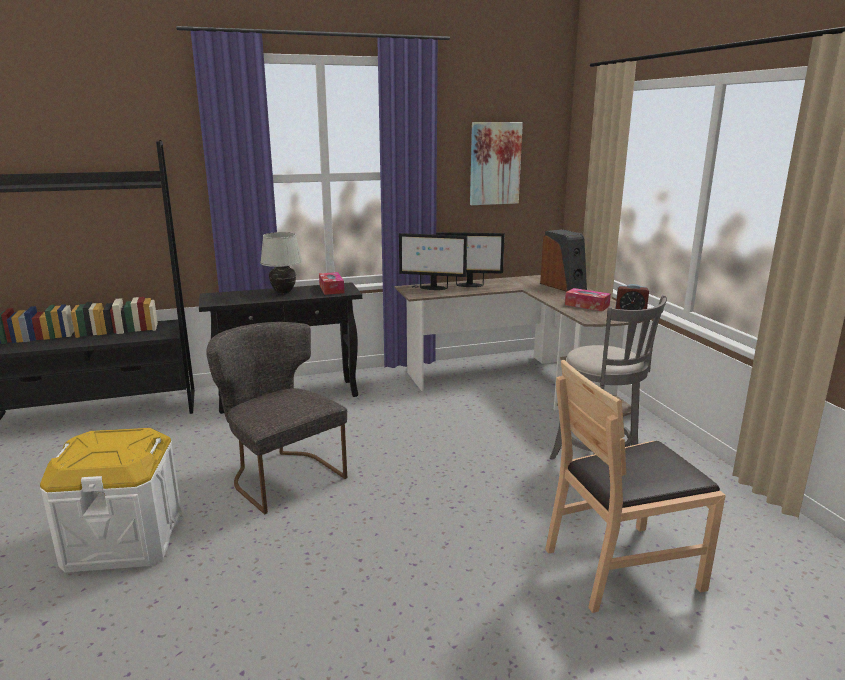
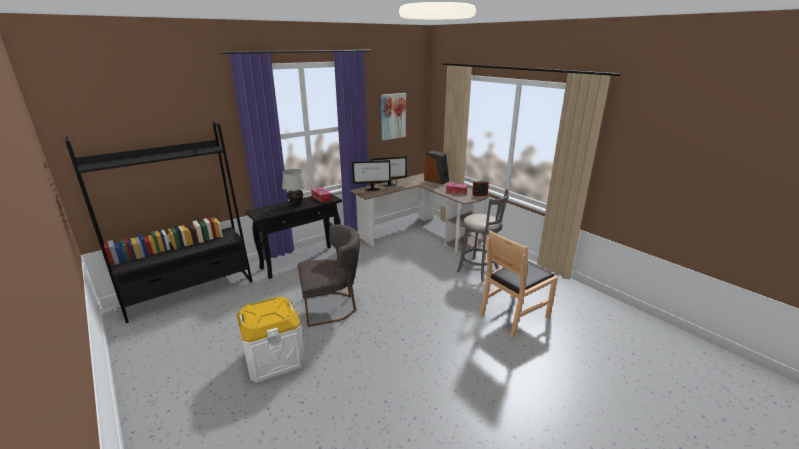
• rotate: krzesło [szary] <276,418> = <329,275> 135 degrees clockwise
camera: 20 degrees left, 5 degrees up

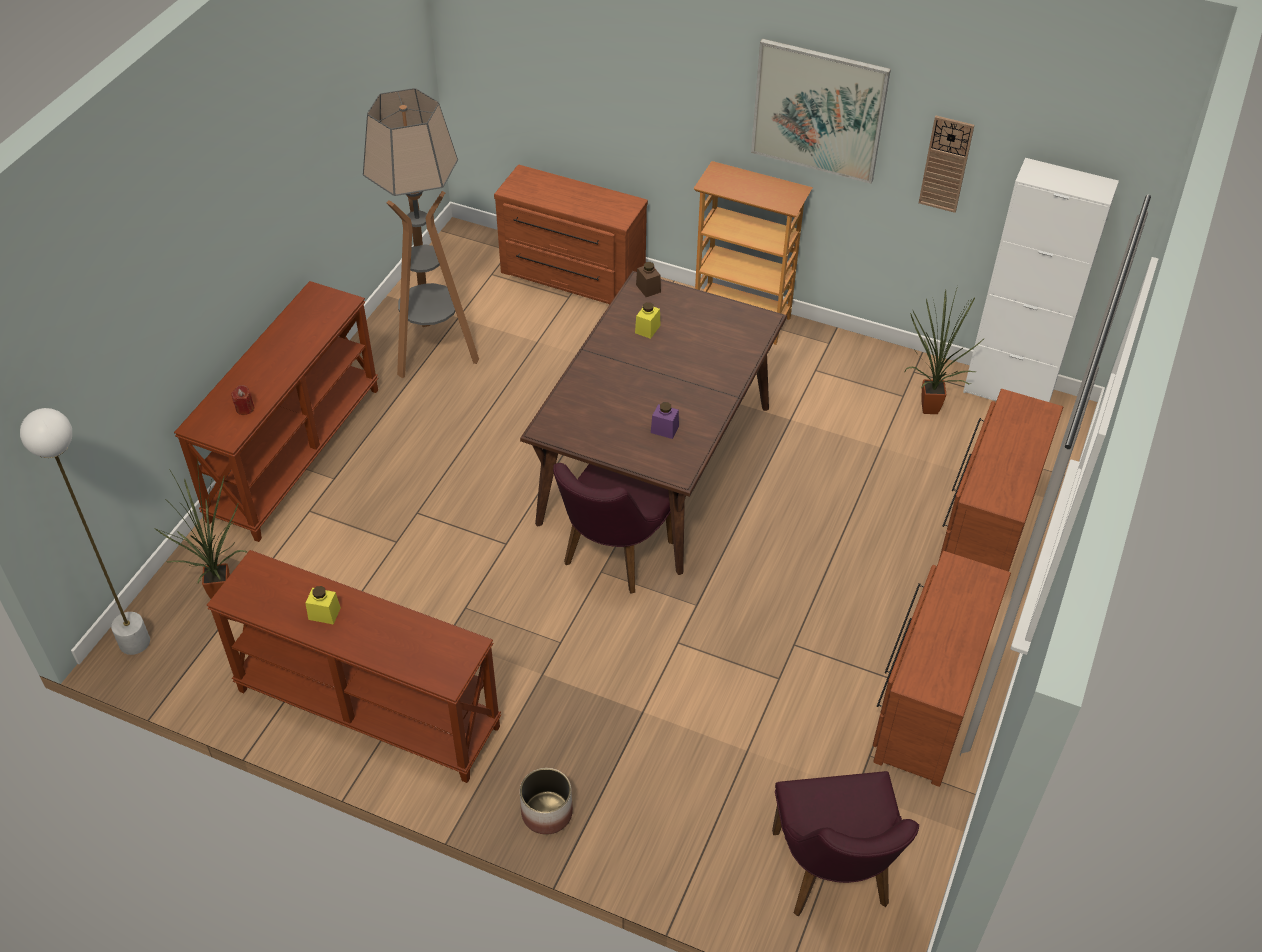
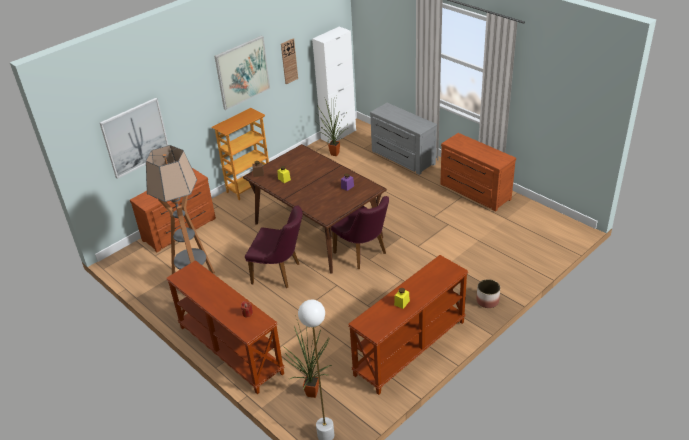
• insert: obraz <134,138>
• move: krzesło [fioletowy] <845,844> to <274,247>
• recolor: komoda [brązowy] <1001,480> to komoda [szary] <403,139>
camera: 65 degrees left, 10 degrees down

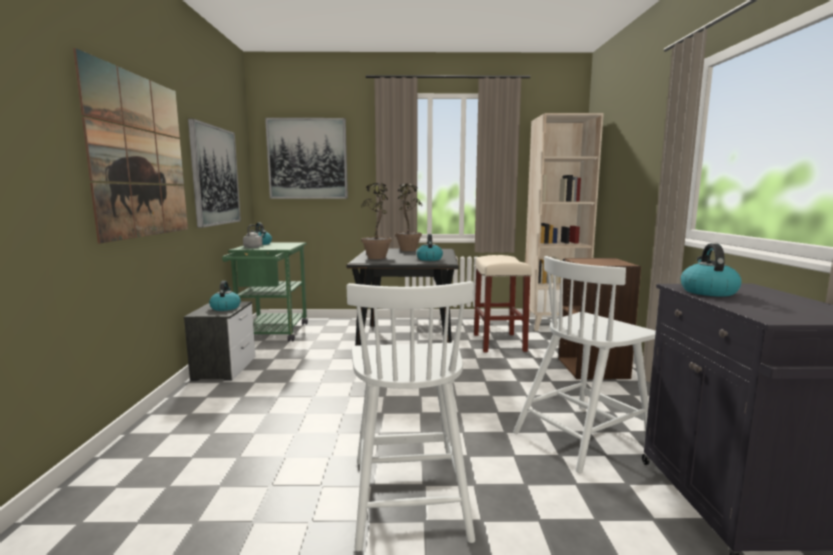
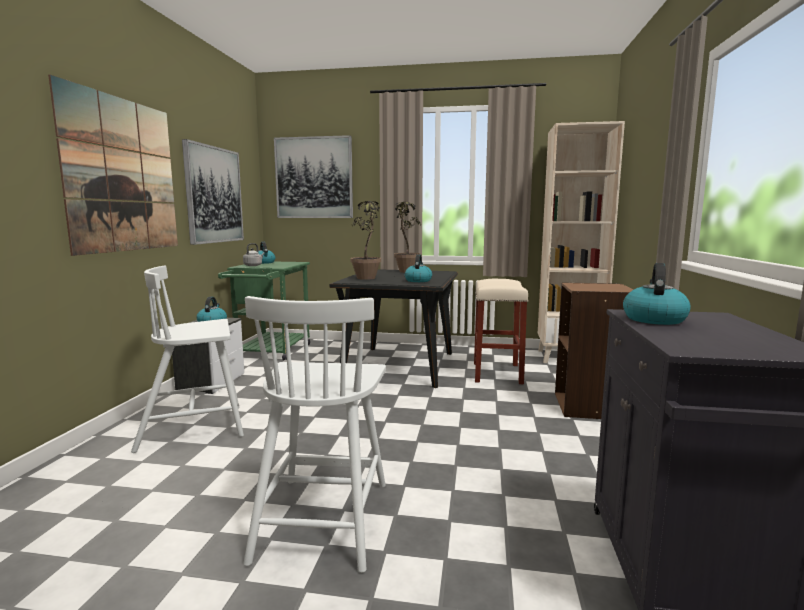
• move: krzesło [biały] <584,364> to <187,359>
camera: 10 degrees right, 0 degrees up

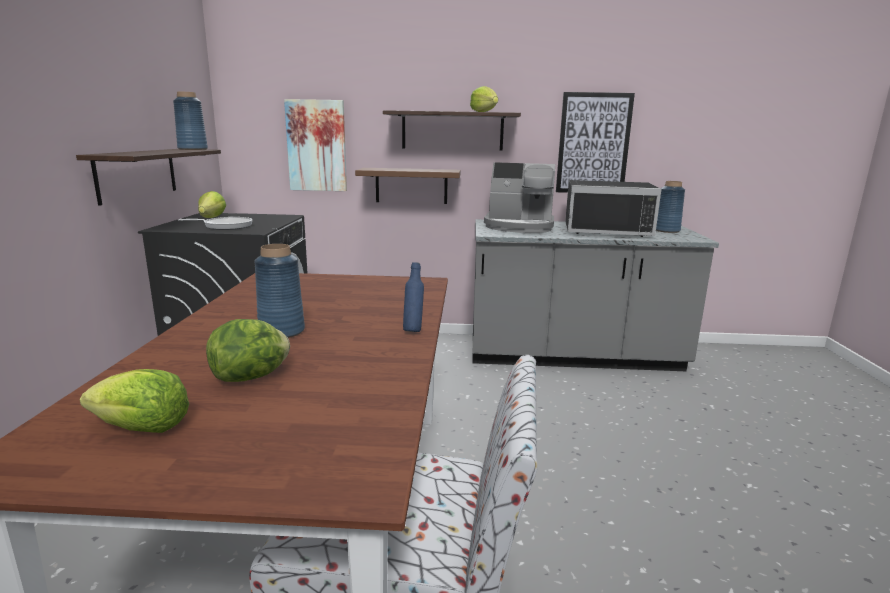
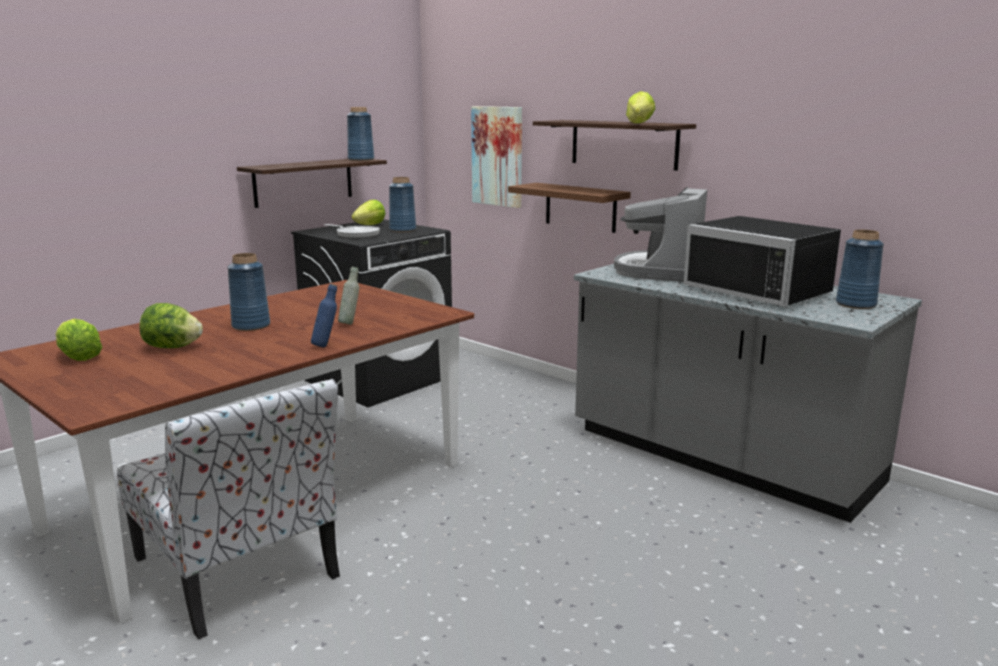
• insert: butelka [szary] <348,296>
• insert: wazon [niebieski] <402,204>
• rotate: ekspres do kawy <519,197> = <660,234> 60 degrees clockwise
• delete: obraz <595,142>
camera: 40 degrees right, 0 degrees up

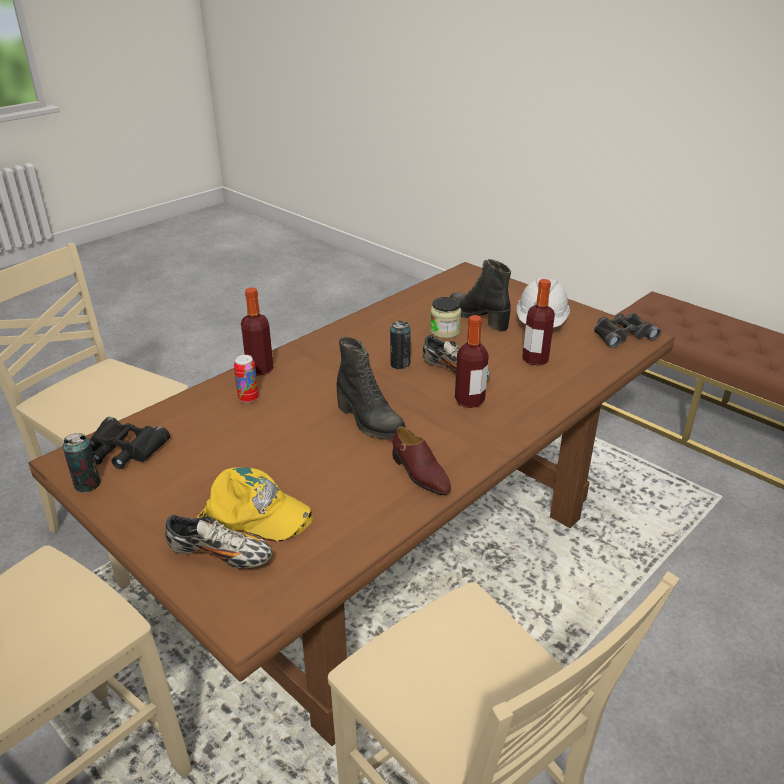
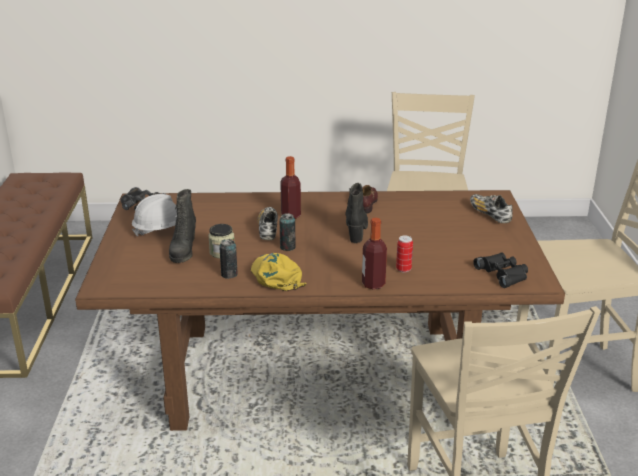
• move: puszka <82,462> to <228,259>
• move: czapka z daszkiem [żółty] <255,504> to <279,272>
• delete: butelka <538,322>
camera: 135 degrees left, 5 degrees down

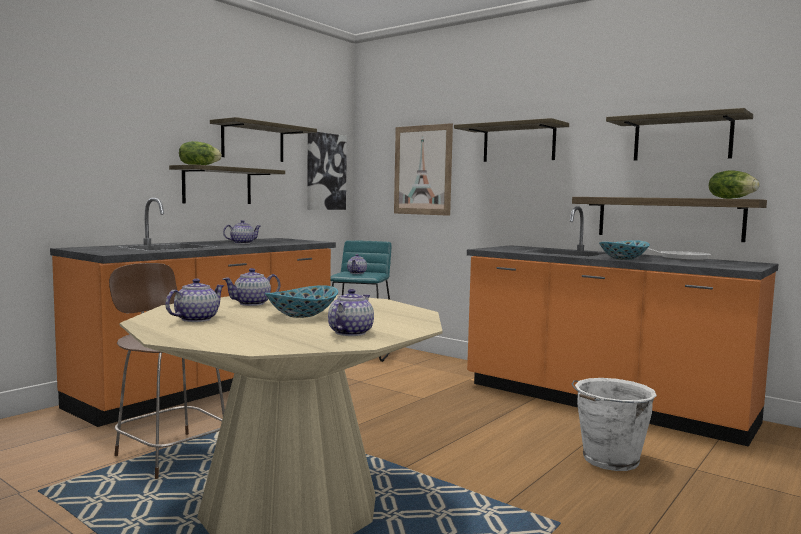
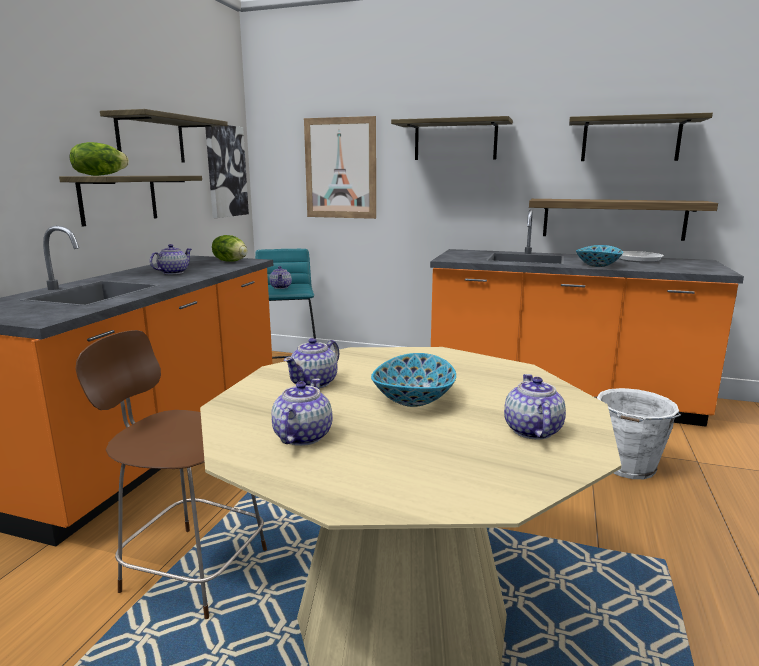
• move: sałata <734,184> to <230,248>
camera: 20 degrees left, 10 degrees up

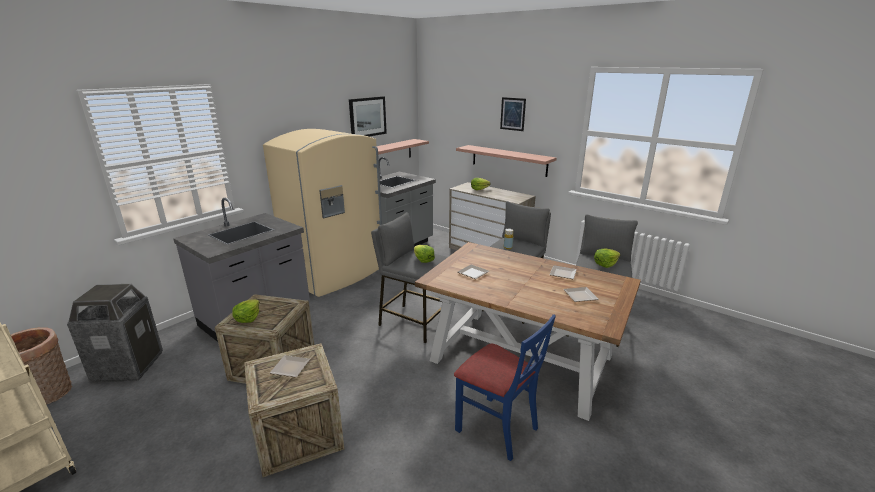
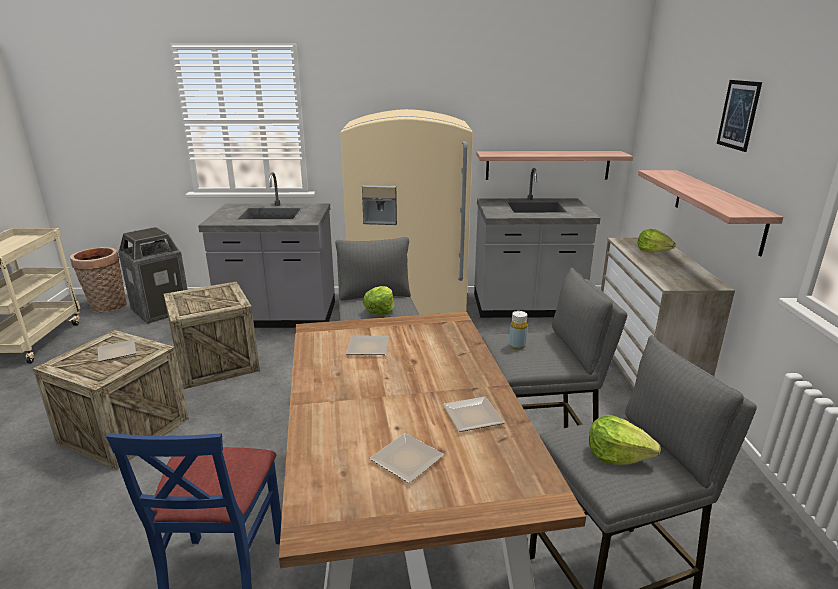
• delete: sałata <246,311>
• delete: obraz <368,116>
camera: 50 degrees right, 0 degrees up

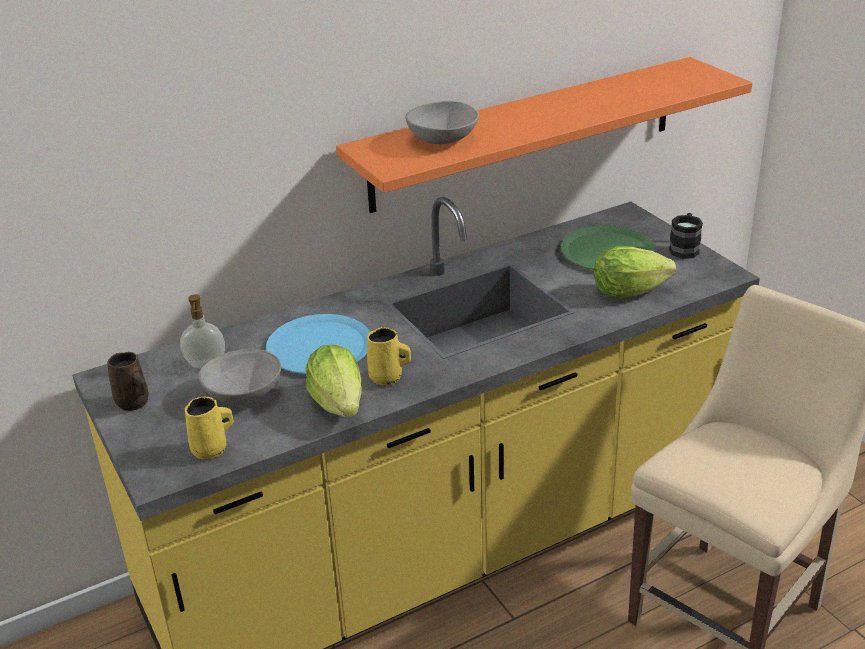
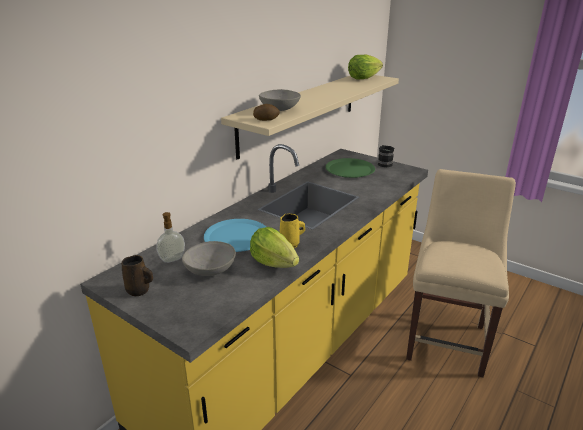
• recolor: półka [pomarańczowy] <544,135> to półka [beżowy] <310,117>
• insert: ziemniak <266,112>
• move: sałata <635,272> to <365,67>
• delete: kubek [żółty] <209,427>
camera: 25 degrees left, 5 degrees down

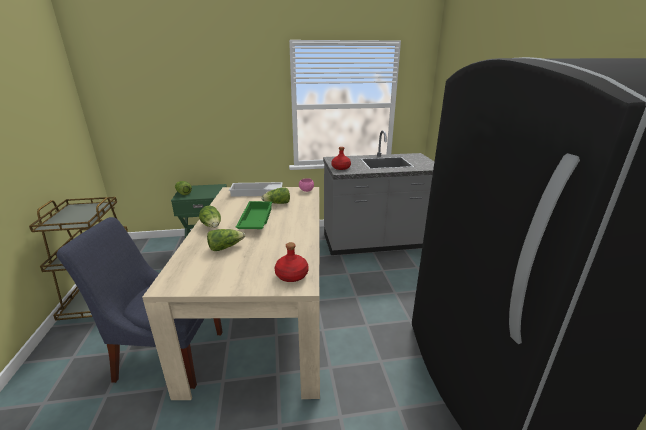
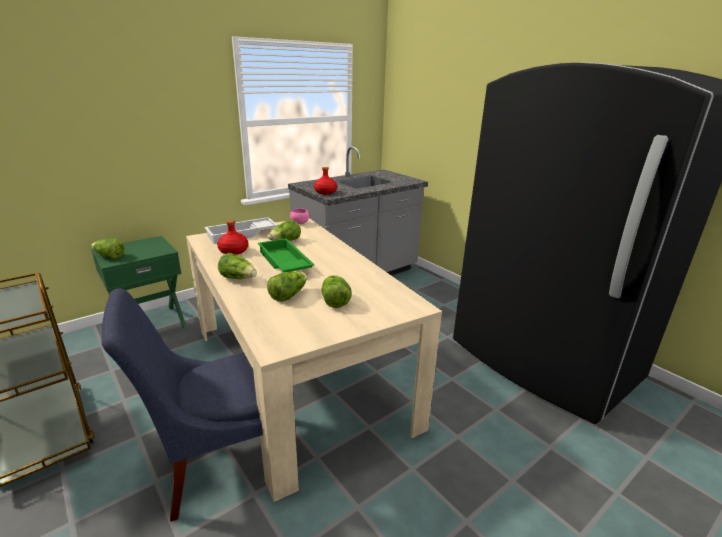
• move: butelka [czerwony] <291,262> to <233,237>
• insert: sałata <336,291>
camera: 30 degrees left, 0 degrees up

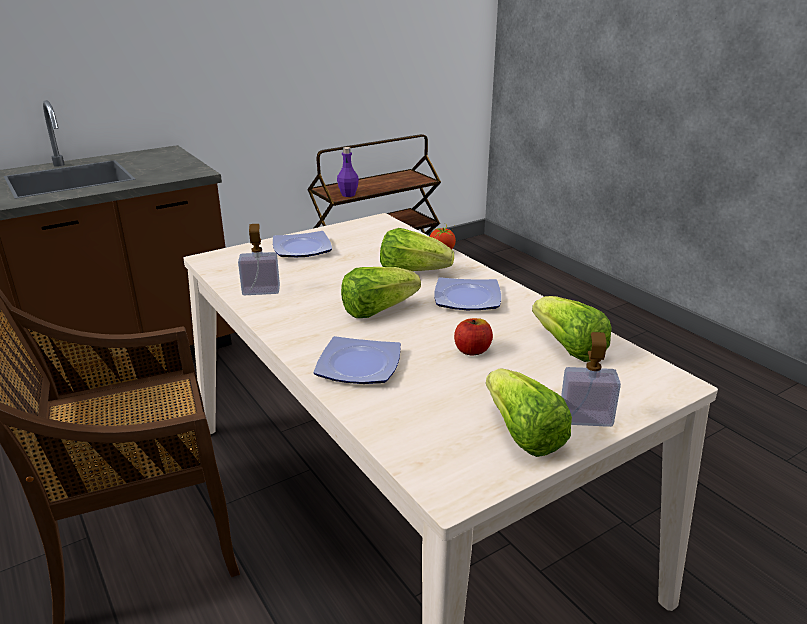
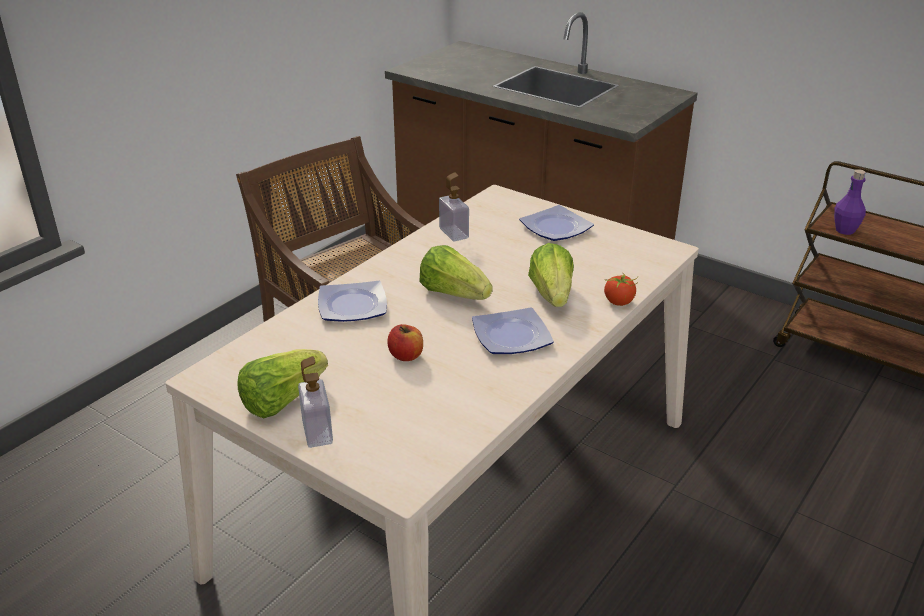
• delete: sałata <571,329>
camera: 70 degrees right, 5 degrees up

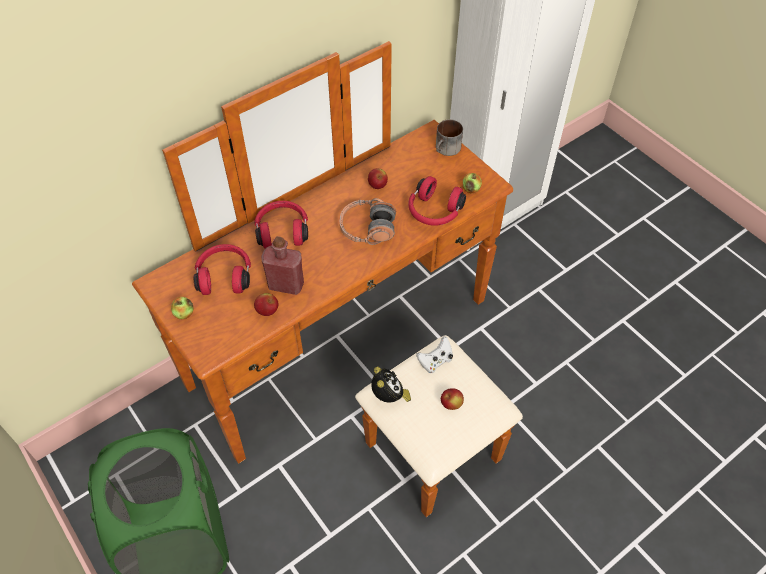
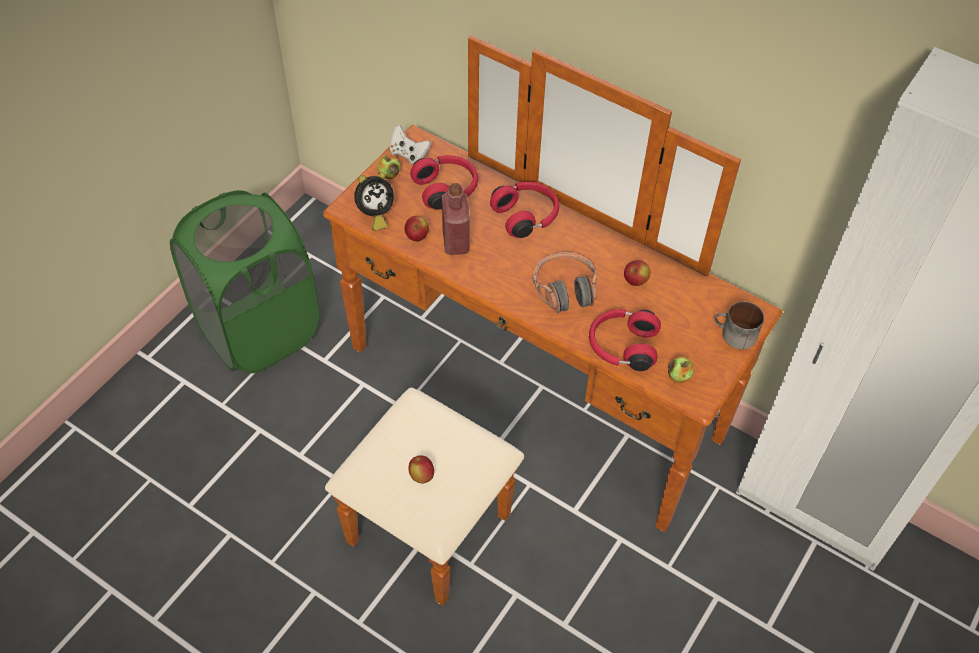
• move: budzik <391,385> to <374,201>
• move: pad do gier [biały] <434,354> to <410,145>
camera: 70 degrees right, 0 degrees up

